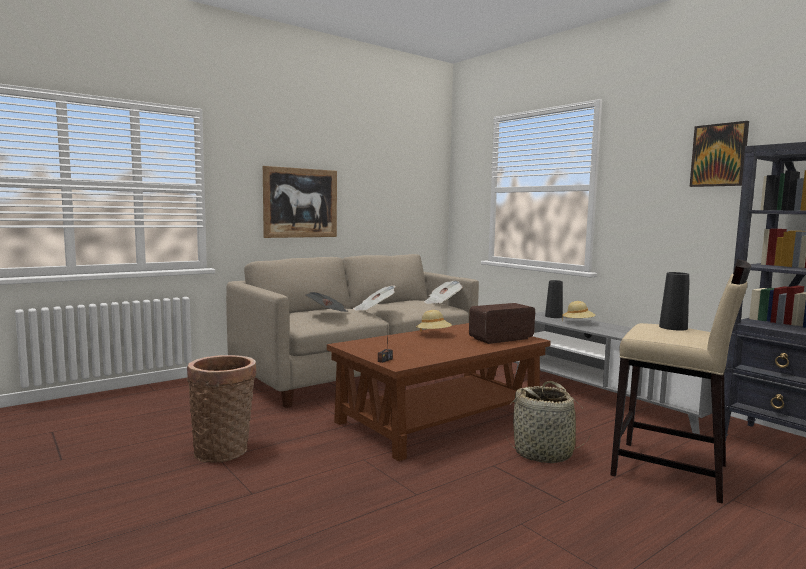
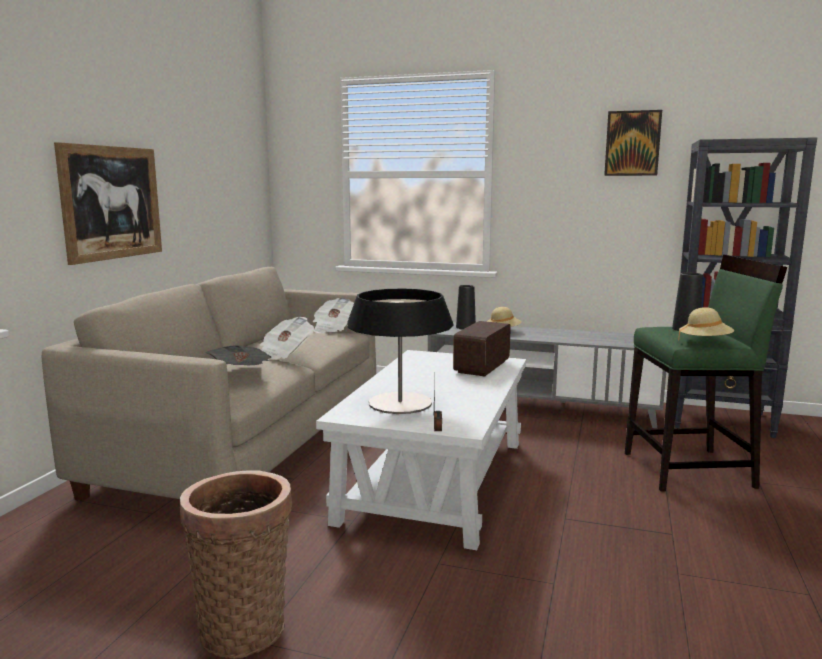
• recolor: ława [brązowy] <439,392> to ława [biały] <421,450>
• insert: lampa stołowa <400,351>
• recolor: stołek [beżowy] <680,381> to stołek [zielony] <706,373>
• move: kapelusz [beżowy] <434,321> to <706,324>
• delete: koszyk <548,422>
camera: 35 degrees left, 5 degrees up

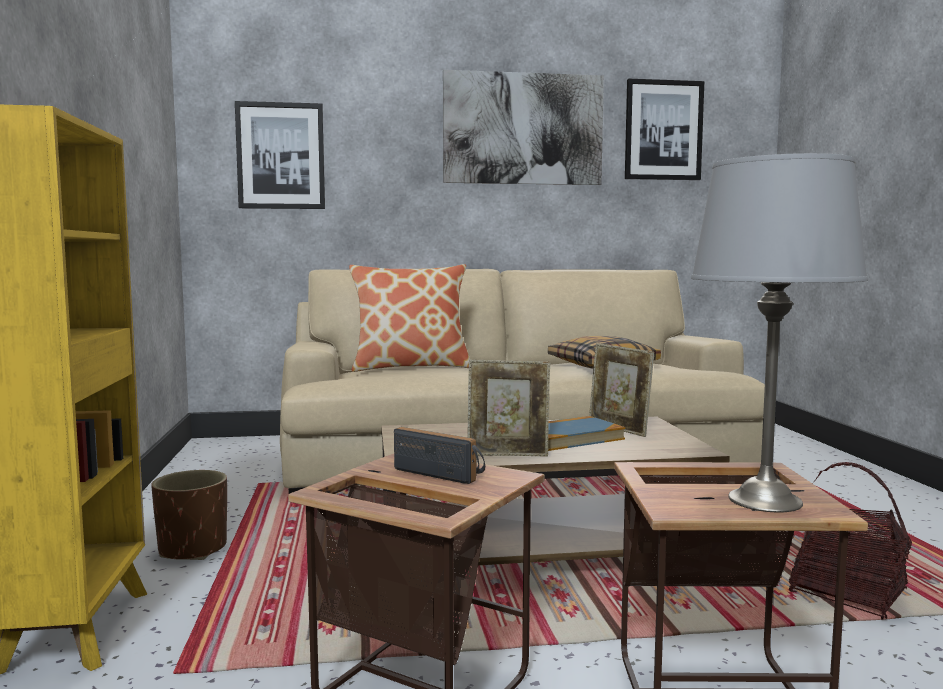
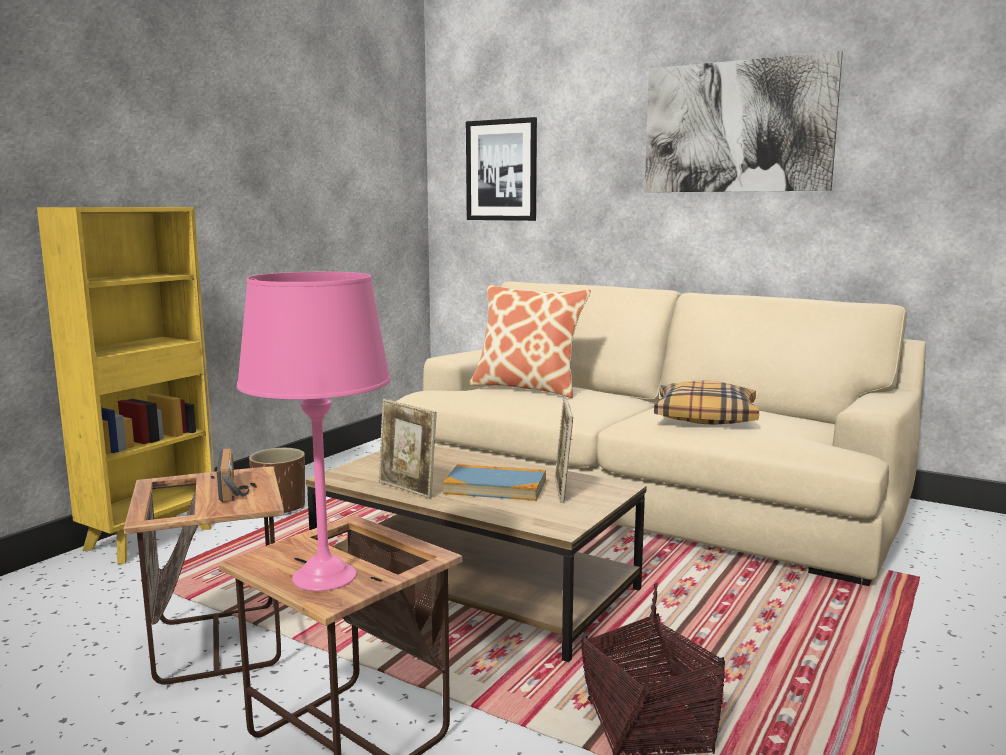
• recolor: lampa stołowa [szary] <779,332> to lampa stołowa [różowy] <313,431>
• delete: obraz <664,129>
camera: 40 degrees right, 5 degrees up

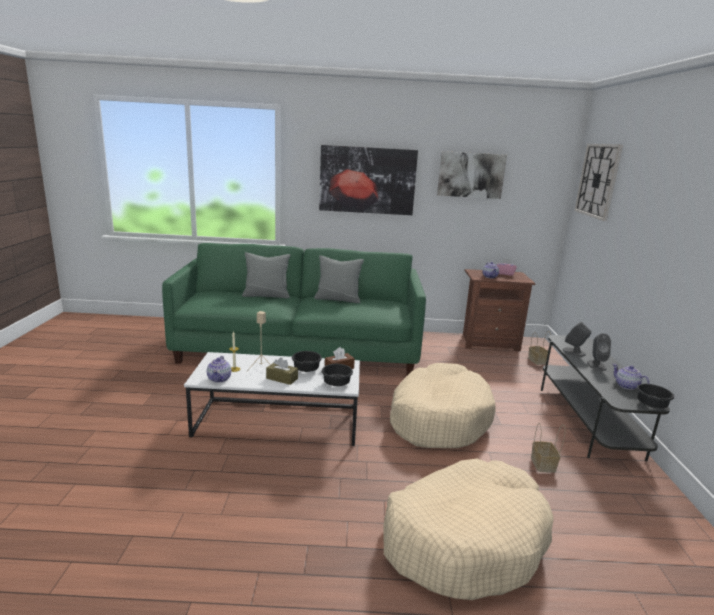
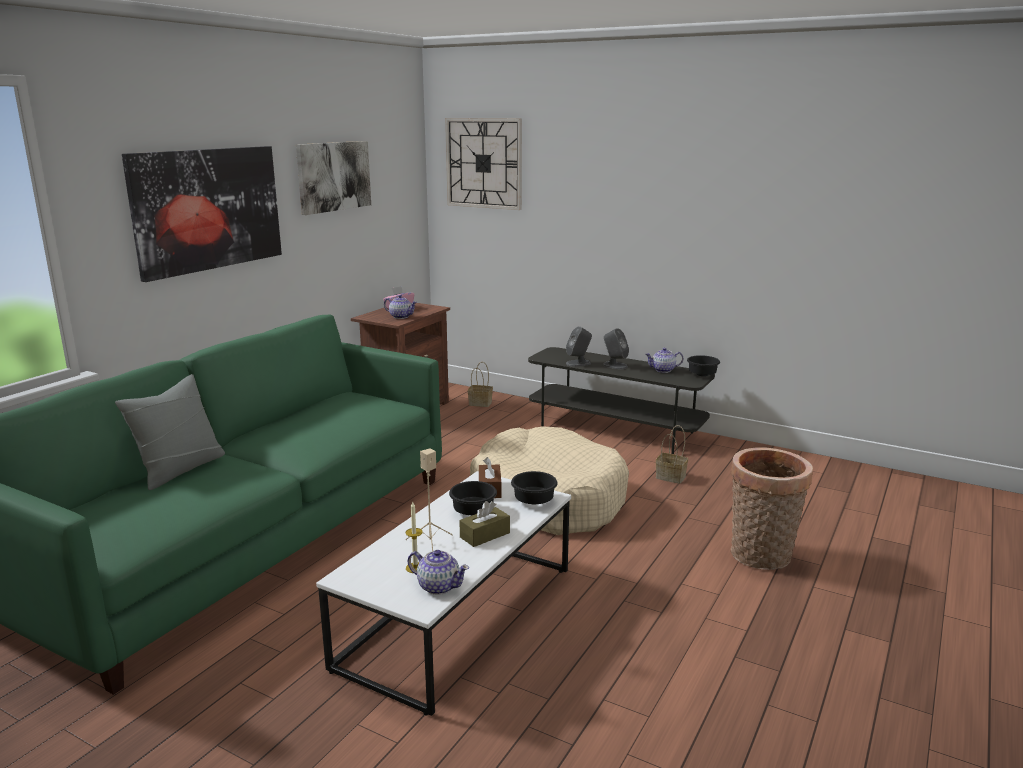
• replace: legowisko [beżowy] <468,529> to koszyk <772,508>
• delete: poduszka [szary] <339,279>
camera: 60 degrees left, 0 degrees up

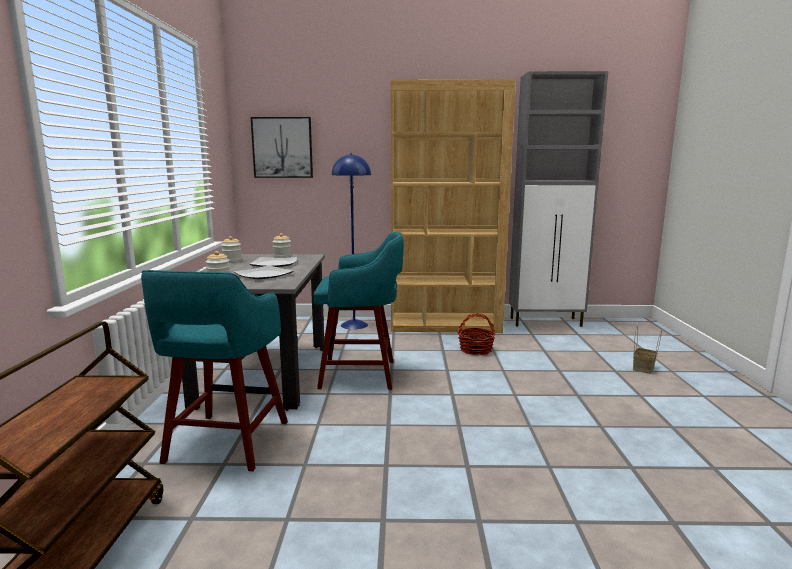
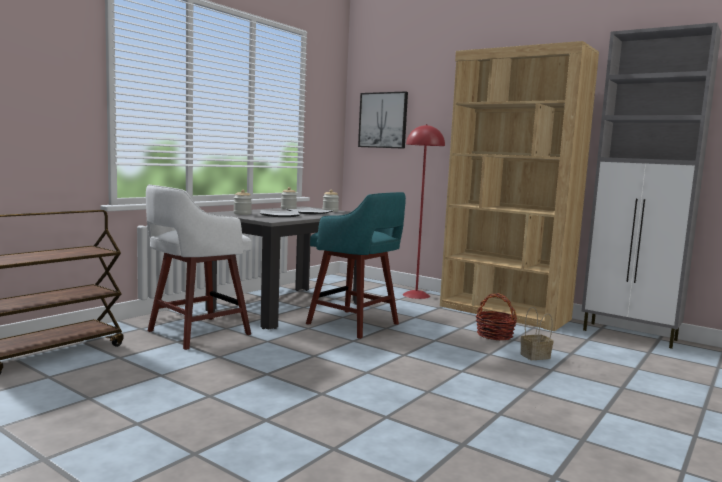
• recolor: stołek [turkusowy] <214,370> to stołek [biały] <199,267>
• recolor: lampa stojąca [niebieski] <351,241> to lampa stojąca [czerwony] <424,211>
• move: koszyk <647,350> to <537,333>
camera: 35 degrees right, 5 degrees down

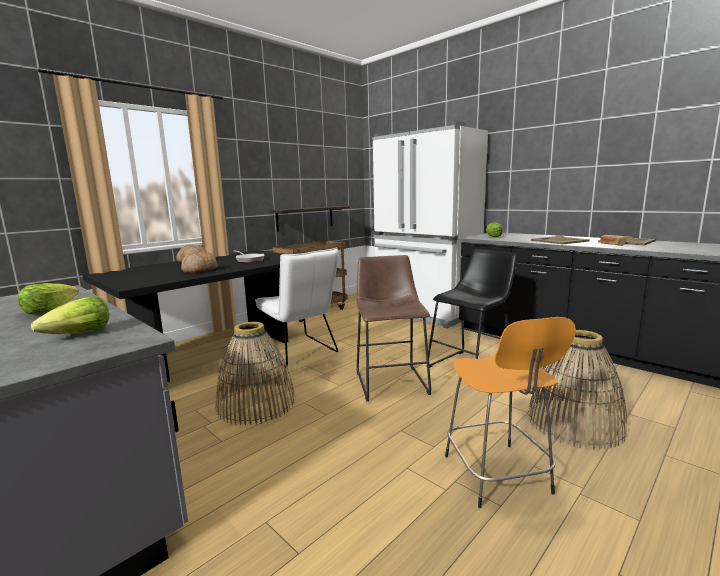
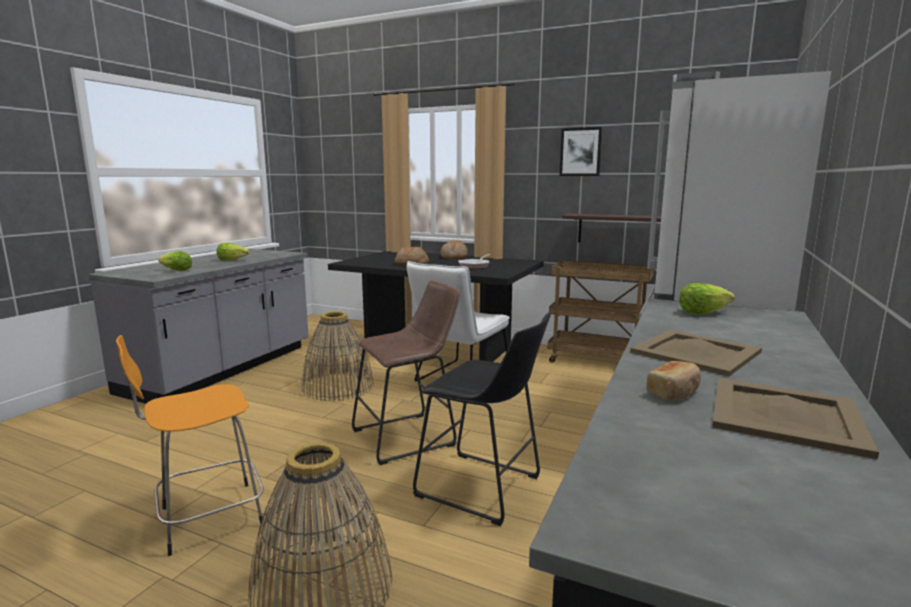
• insert: obraz <581,151>
camera: 70 degrees right, 0 degrees up

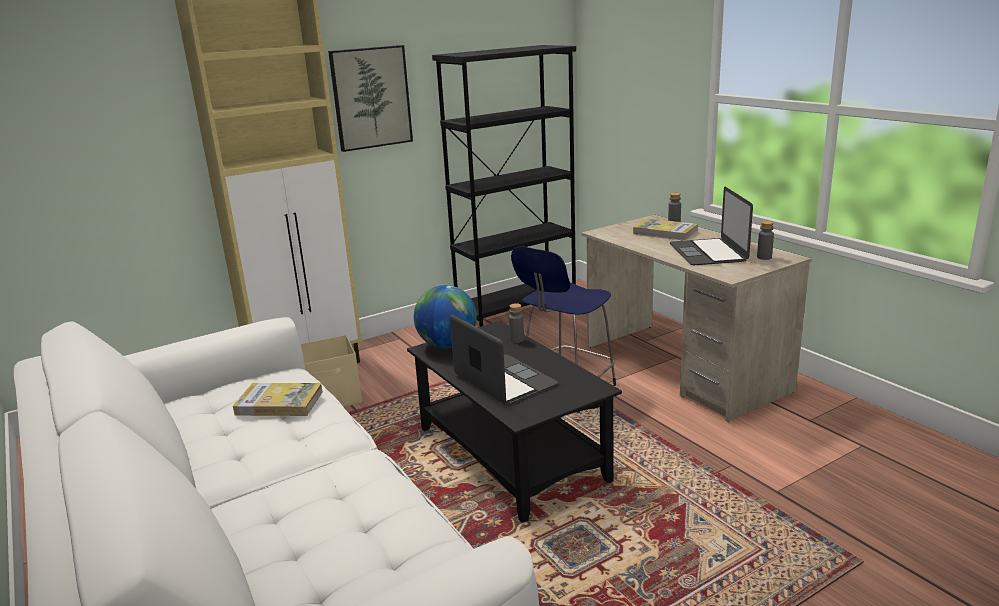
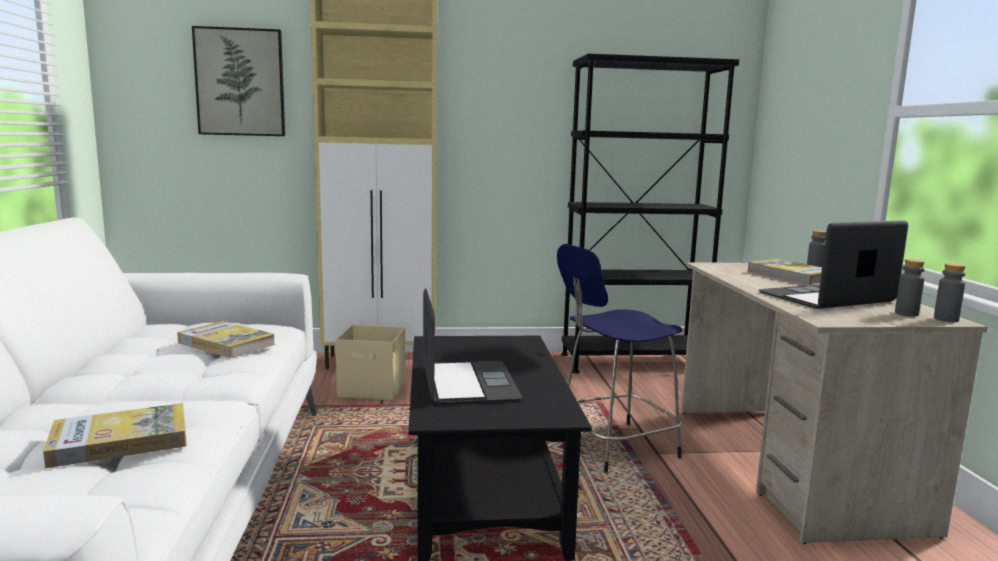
• insert: książka <115,435>
• move: obraz <370,98> to <238,81>
• rotate: laptop <711,226> = <833,264> 45 degrees clockwise
• move: butelka [szary] <516,323> to <950,292>
• delete: globus <445,316>
camera: 25 degrees right, 10 degrees down

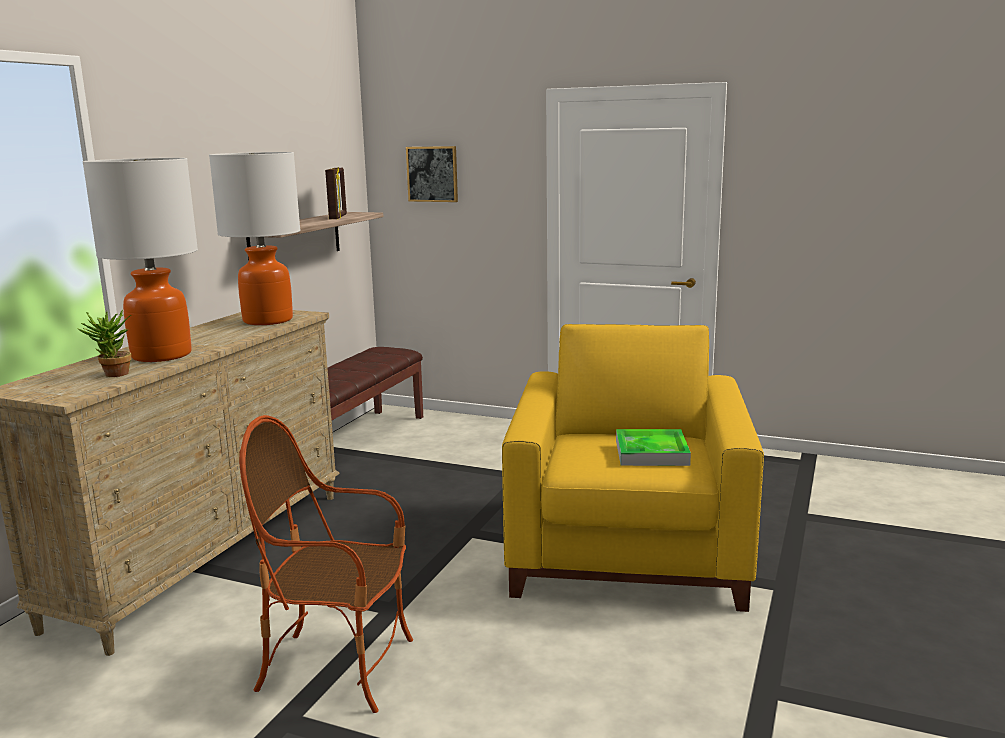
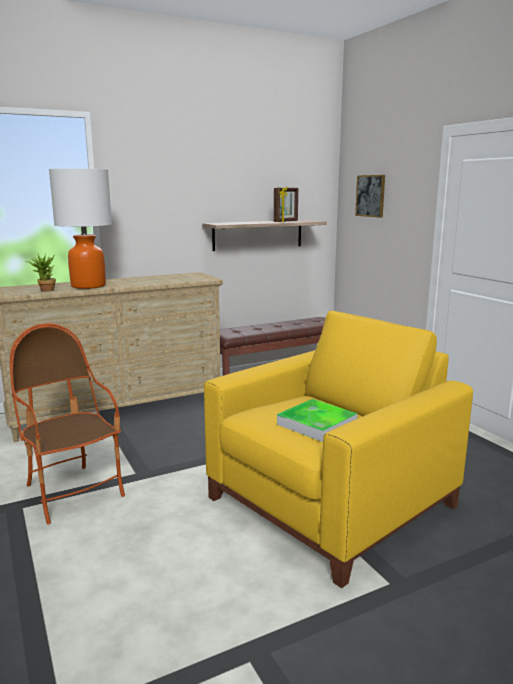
• delete: lampa stołowa <254,238>
camera: 40 degrees right, 0 degrees up

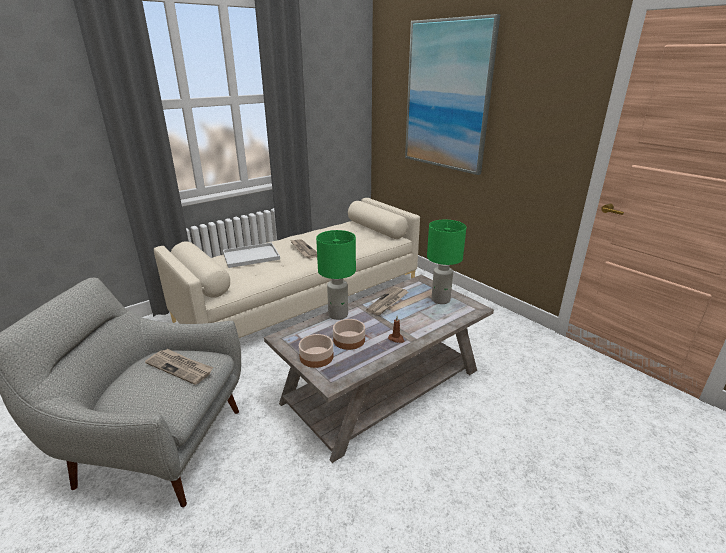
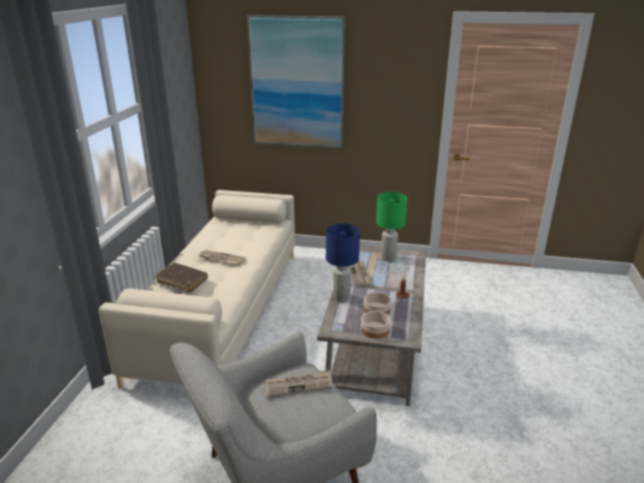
• replace: taca [biały] <251,255> to książka [brązowy] <182,277>
• recolor: lampa stołowa [zielony] <336,275> to lampa stołowa [niebieski] <343,262>
camera: 40 degrees left, 0 degrees up

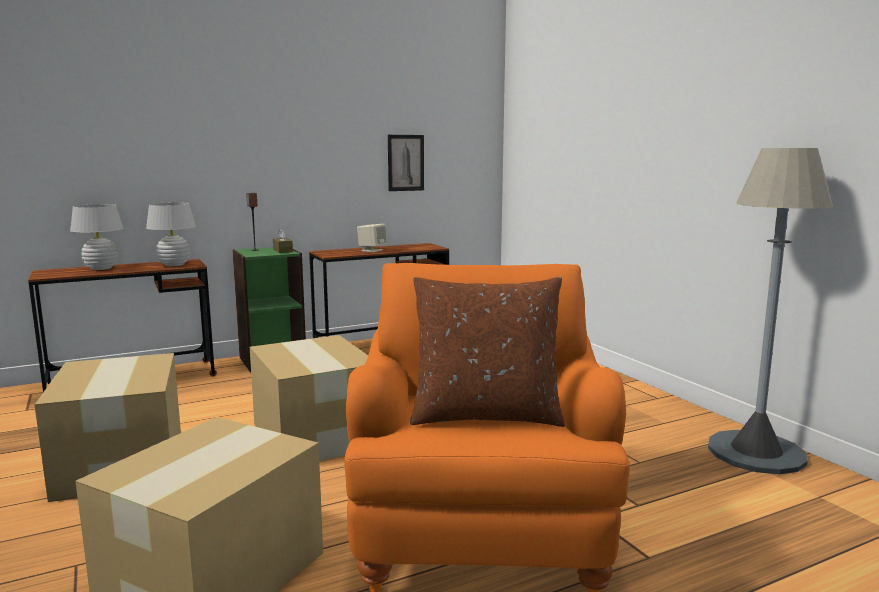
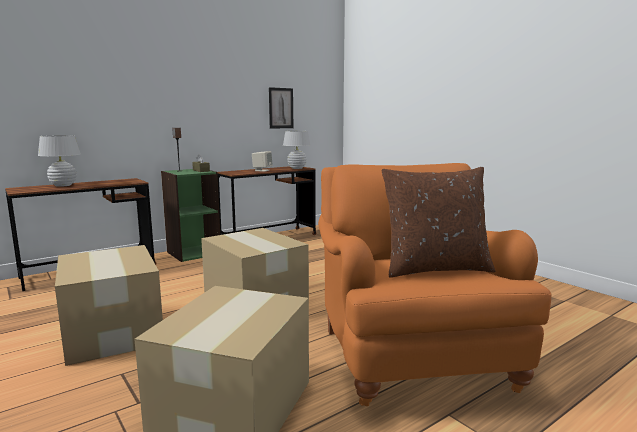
• move: lampa stołowa [biały] <171,234> to <297,150>
• delete: lampa stojąca [szary] <770,311>
camera: 10 degrees left, 0 degrees up

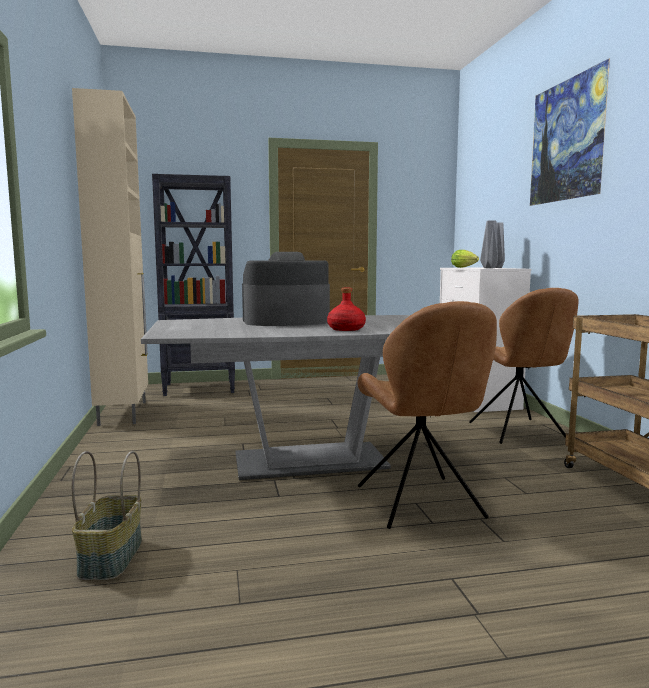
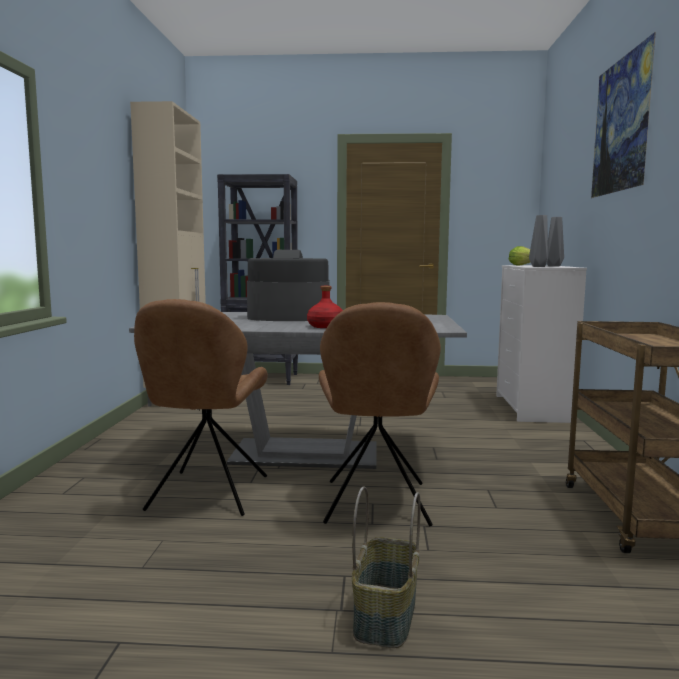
• move: krzesło [brązowy] <524,366> to <201,407>
• move: koszyk <107,515> to <386,567>
camera: 15 degrees right, 0 degrees up

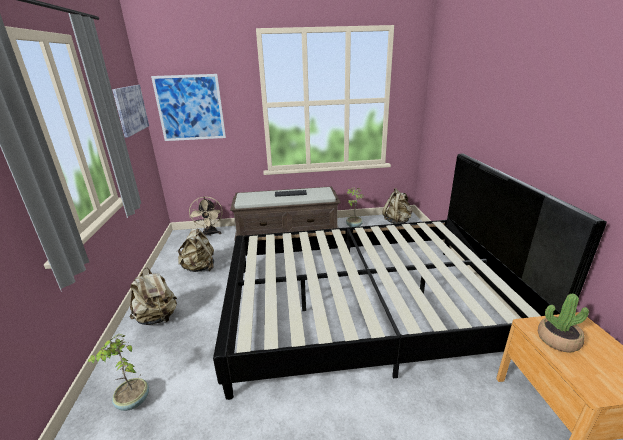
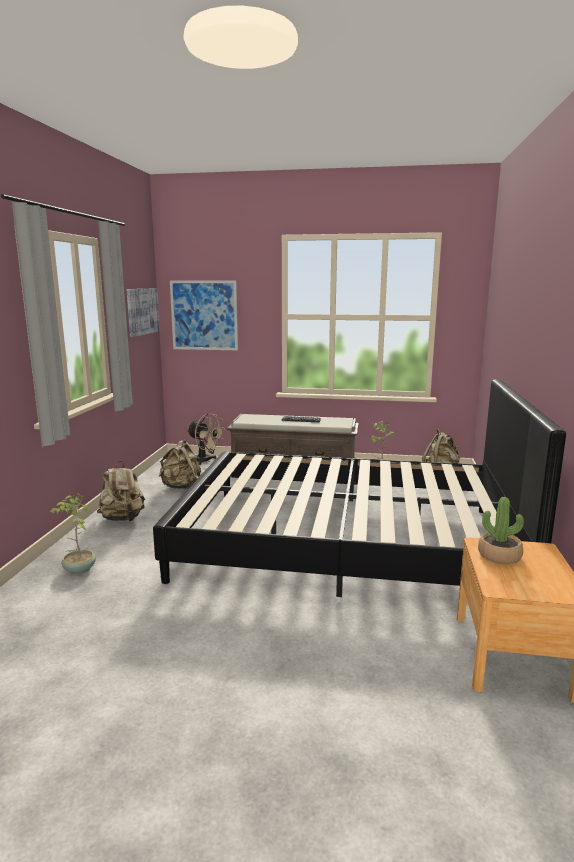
• rotate: wentylator [beżowy] <206,215> = <206,439> 60 degrees counterclockwise
camera: 15 degrees right, 10 degrees down

